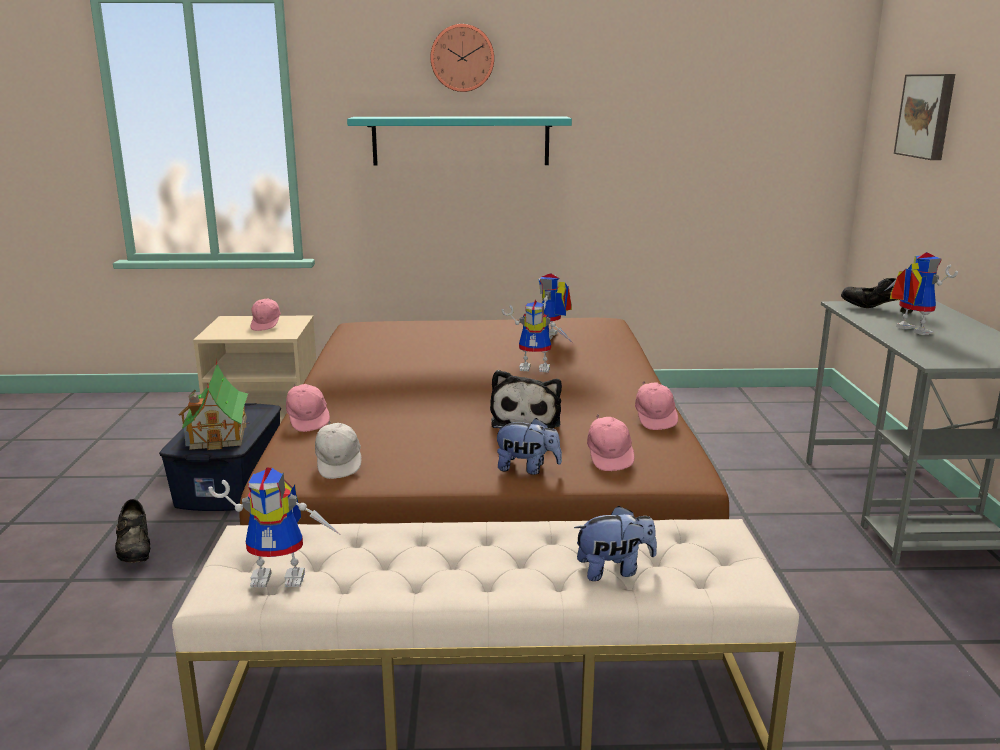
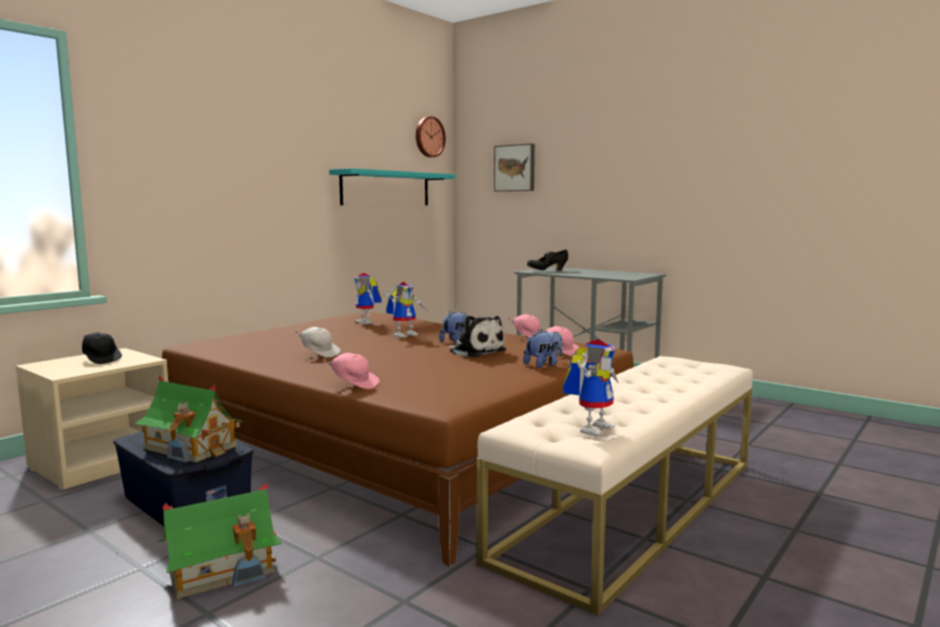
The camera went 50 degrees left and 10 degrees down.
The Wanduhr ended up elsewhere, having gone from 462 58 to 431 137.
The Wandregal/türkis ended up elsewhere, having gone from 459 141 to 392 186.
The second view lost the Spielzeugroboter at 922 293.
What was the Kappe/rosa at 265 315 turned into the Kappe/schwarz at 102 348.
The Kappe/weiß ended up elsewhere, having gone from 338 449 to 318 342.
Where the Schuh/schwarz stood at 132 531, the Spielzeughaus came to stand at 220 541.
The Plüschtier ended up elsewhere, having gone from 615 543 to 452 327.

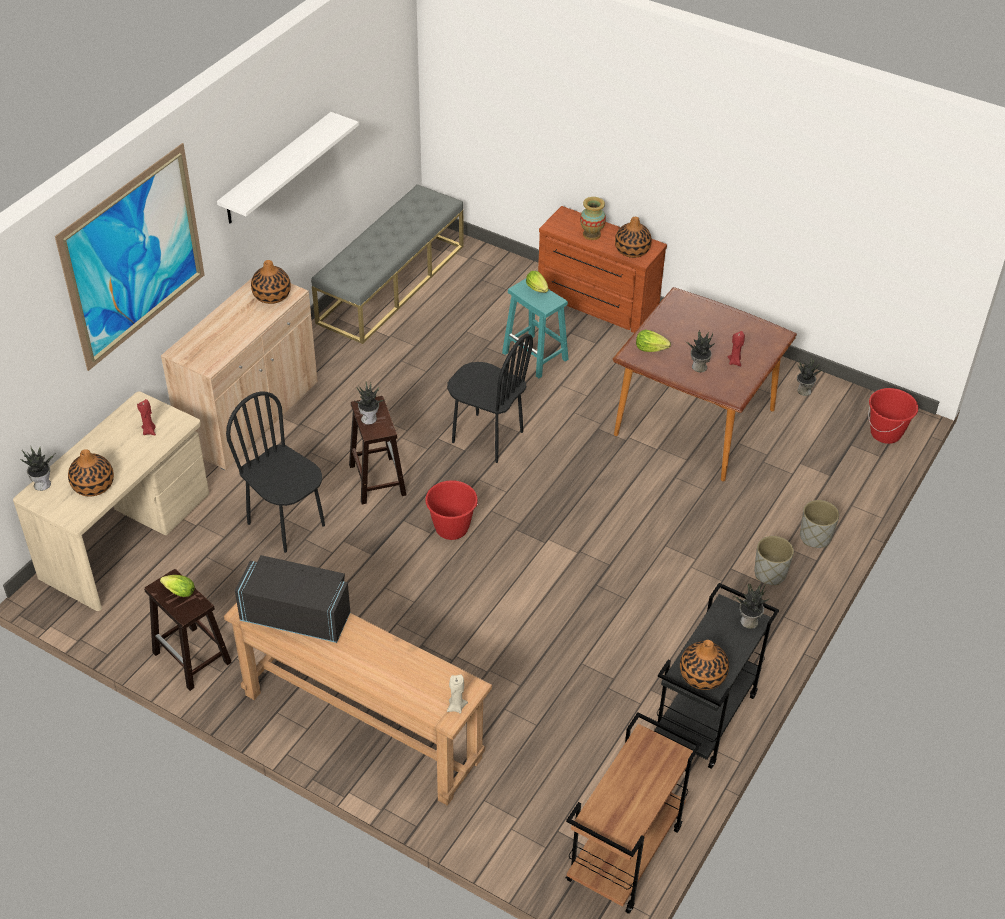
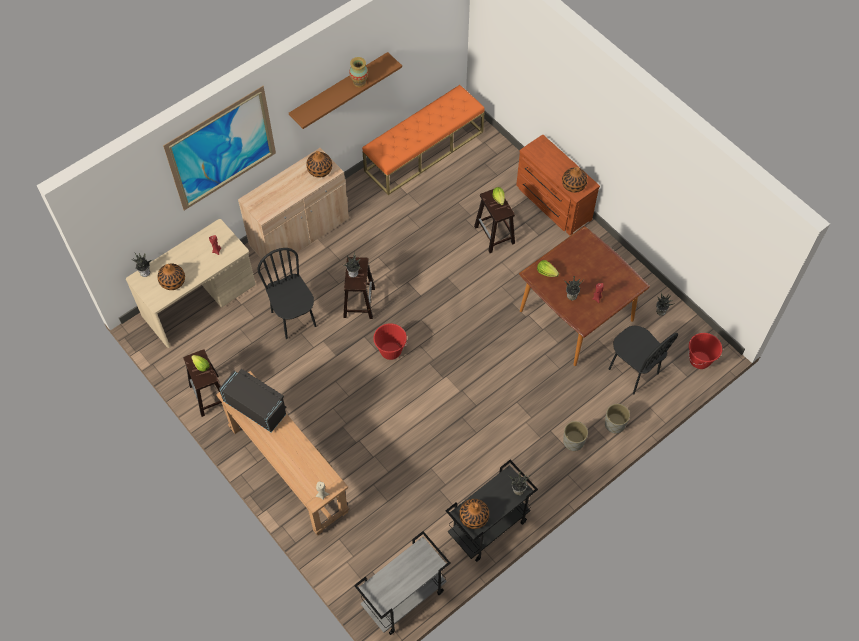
The camera went 20 degrees right and 15 degrees up.
What was the Wandregal/weiß at 288 167 turned into the Wandregal/braun at 345 90.
What was the Bank/grau at 387 264 turned into the Bank/orange at 423 140.
The Vase ended up elsewhere, having gone from 593 218 to 358 72.
What was the Hocker/türkis at 535 328 turned into the Hocker/braun at 494 221.
The Stuhl/schwarz ended up elsewhere, having gone from 490 398 to 643 359.
What was the Rollwagen/braun at 633 813 turned into the Rollwagen/grau at 402 583.

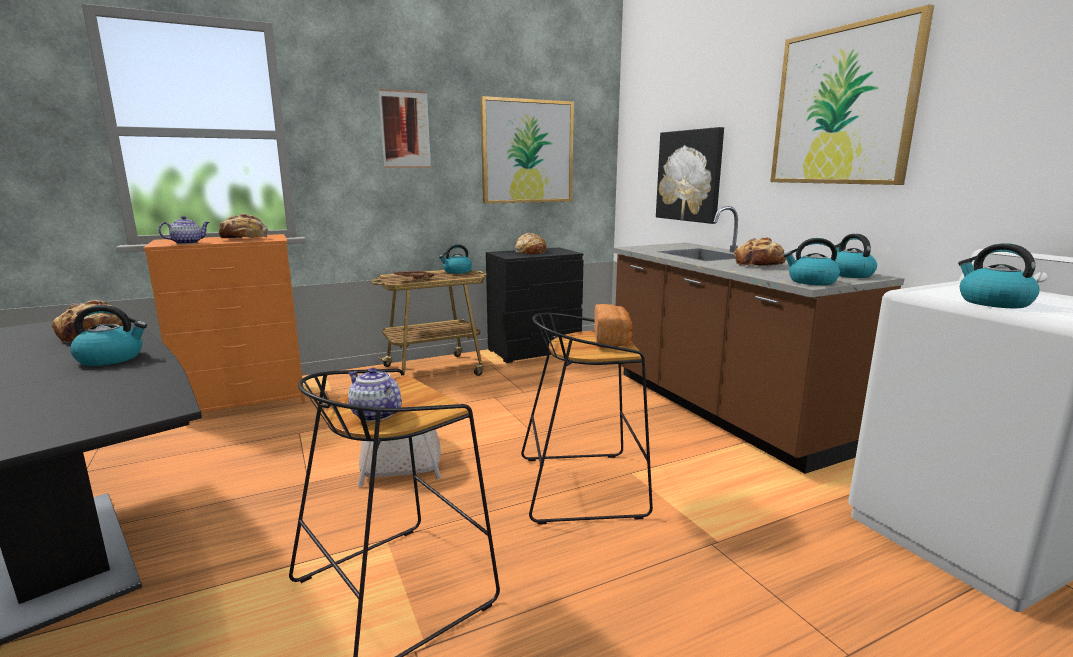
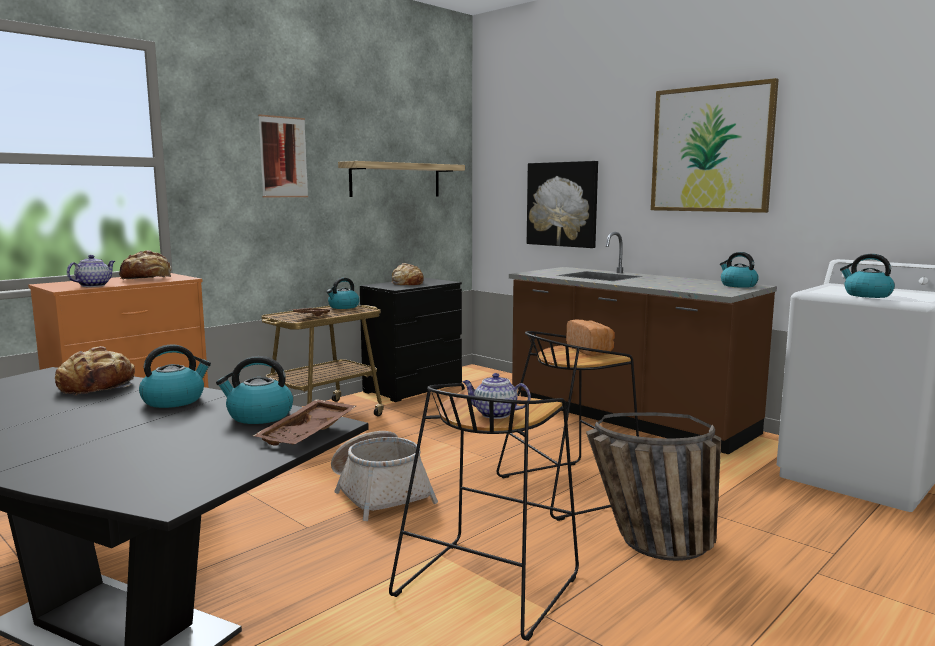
The camera went 20 degrees left and 5 degrees down.
Where the Bild hung at 527 150, the Wandregal came to hang at 401 179.
The second view lost the Brot at 760 251.
The Wasserkessel ended up elsewhere, having gone from 811 261 to 254 390.
The second view gained the Tablett/braun at 304 422.
The second view gained the Korb at 653 486.

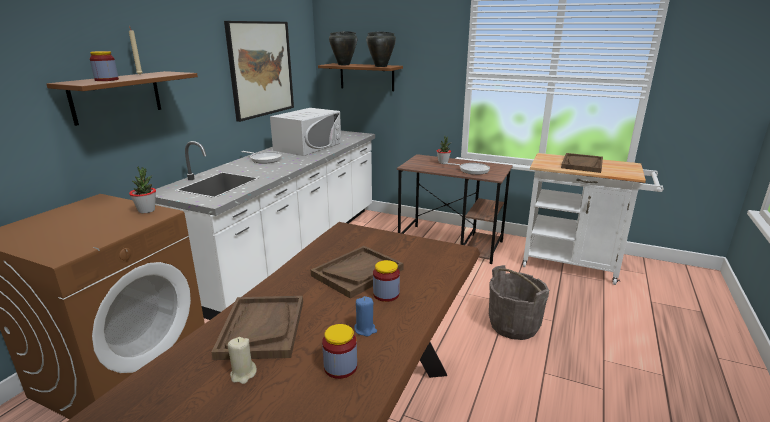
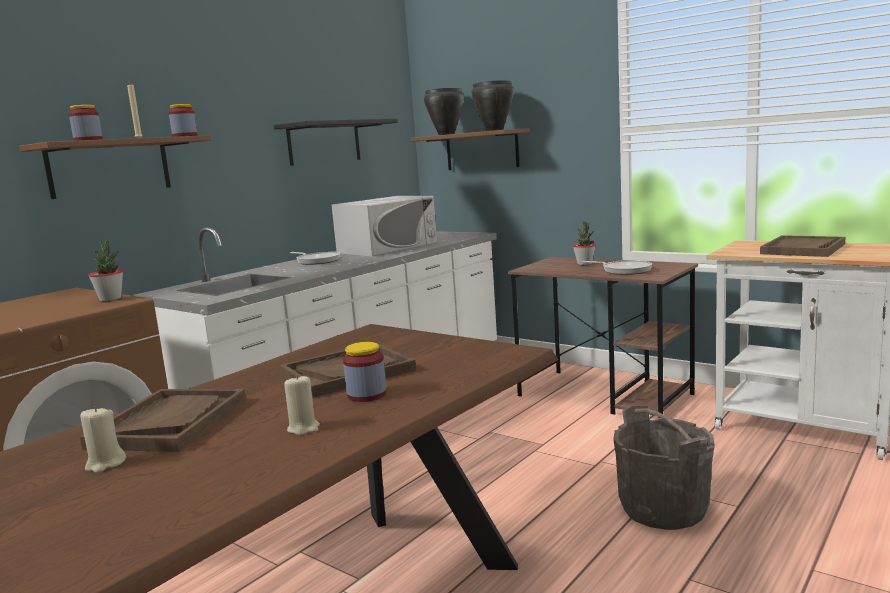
The camera went 15 degrees right and 10 degrees down.
Where the Bild hung at 259 71, the Wandregal/schwarz came to hang at 335 142.
What was the Kerze/blau at 365 316 turned into the Kerze/beige at 302 404.
The Vorratsglas ended up elsewhere, having gone from 339 351 to 183 120.

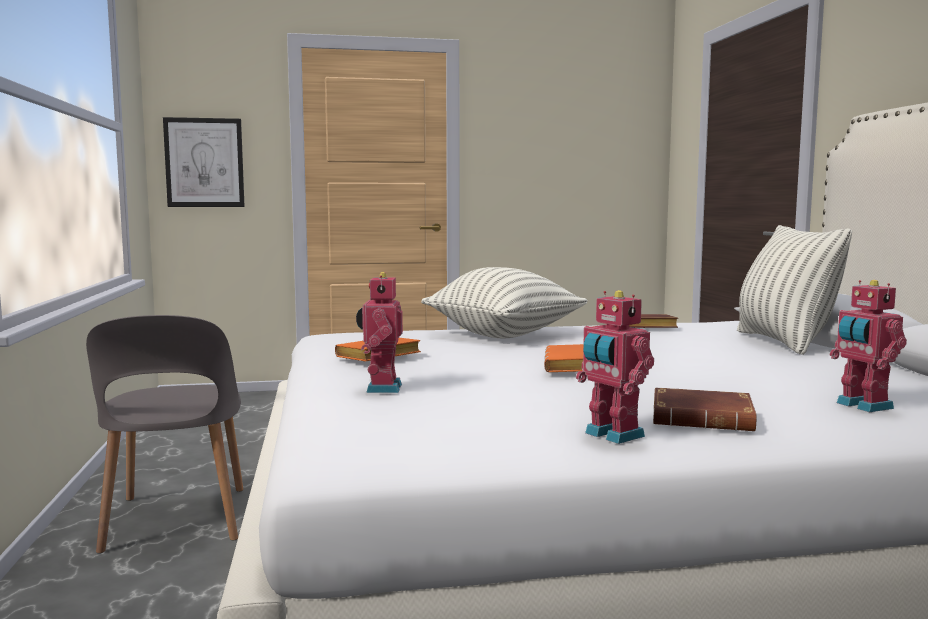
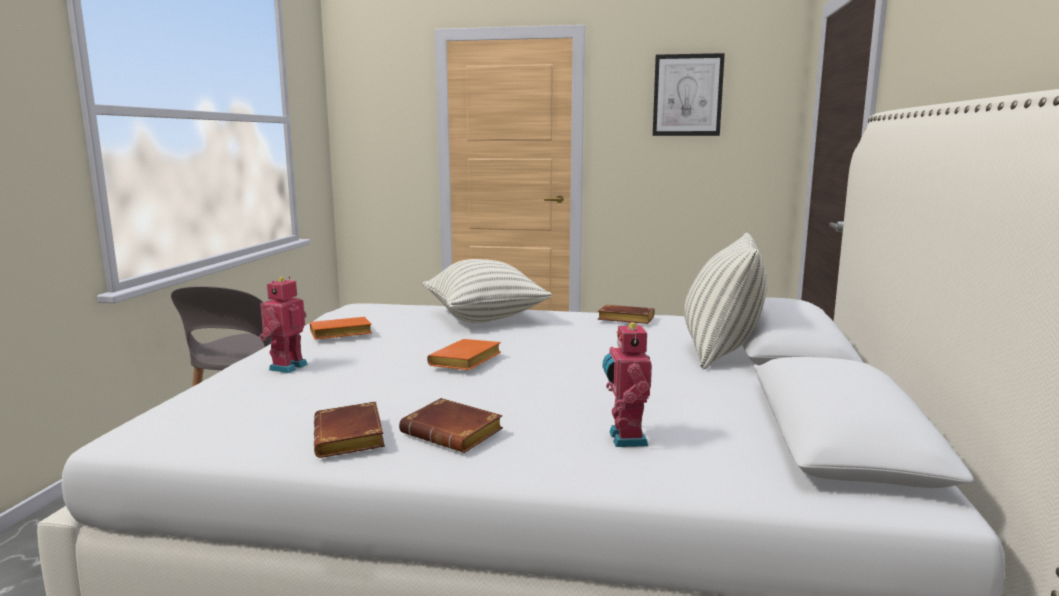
The camera went 20 degrees right and 5 degrees up.
The Bild ended up elsewhere, having gone from 204 162 to 689 94.
Where the Spielzeugroboter stood at 615 367, the Buch/braun came to stand at 349 429.

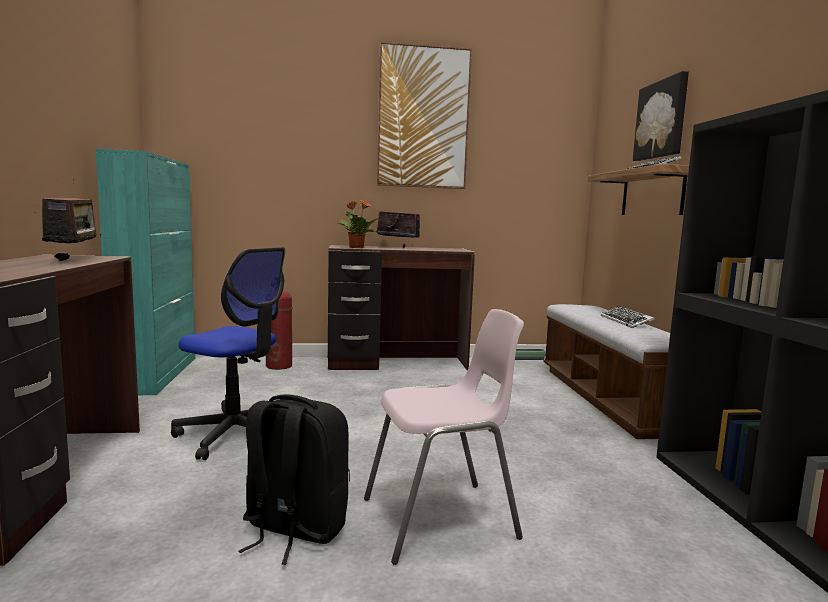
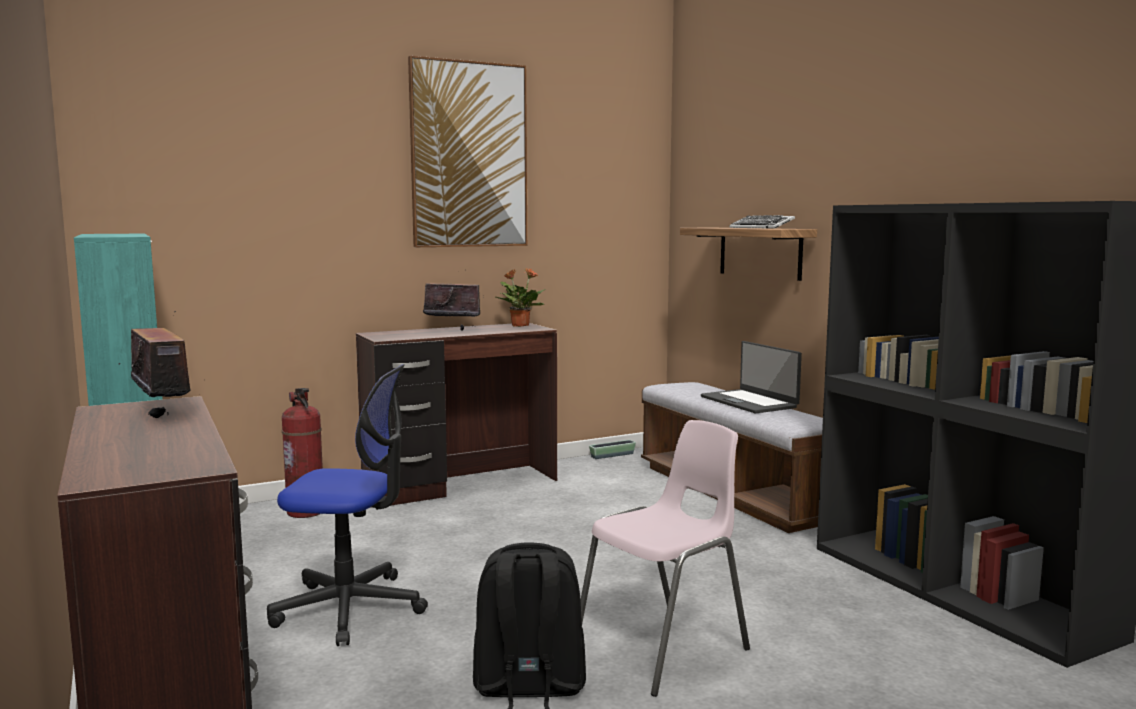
The camera went 20 degrees left and 0 degrees up.
The second view lost the Bild at 661 116.
The Topfpflanze ended up elsewhere, having gone from 357 224 to 520 297.
Where the Tastatur stood at 628 317, the Laptop came to stand at 751 377.

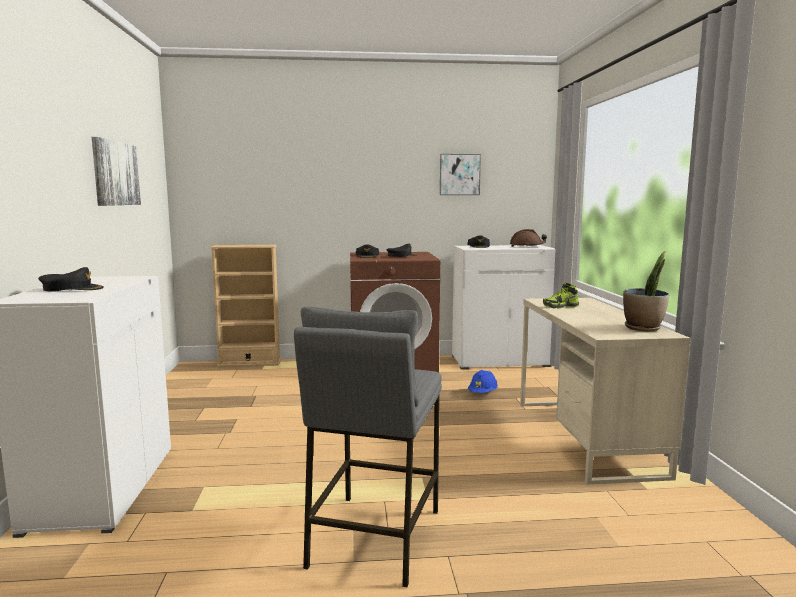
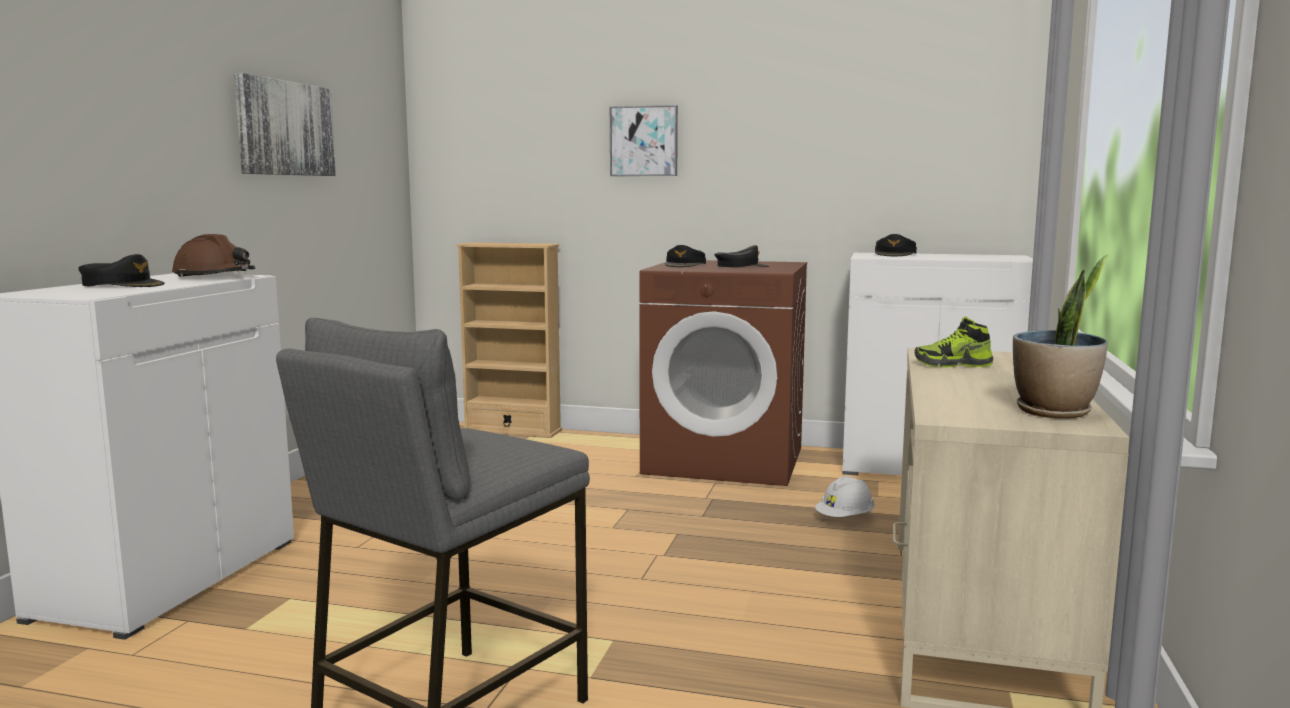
The camera went 20 degrees right and 0 degrees up.
The Bild ended up elsewhere, having gone from 460 174 to 644 140.
The Schutzhelm/braun ended up elsewhere, having gone from 528 238 to 213 255.
What was the Schutzhelm/blau at 483 381 turned into the Schutzhelm/weiß at 845 496.

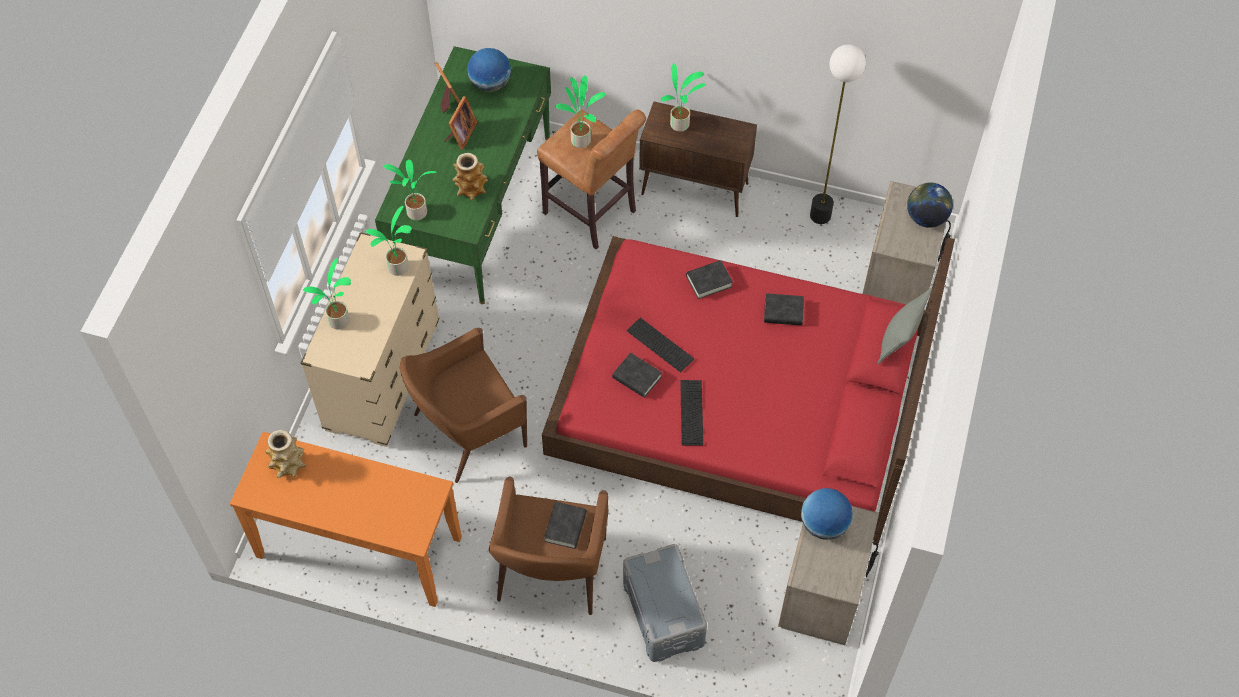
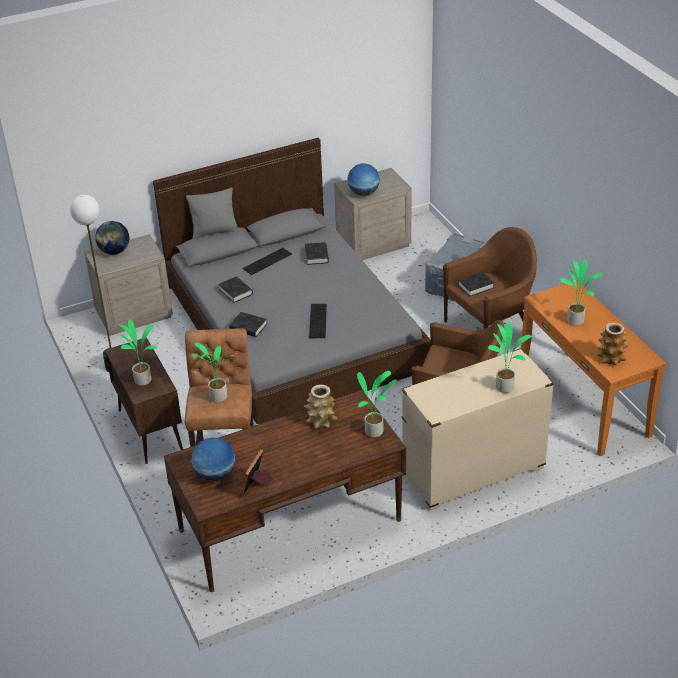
The camera went 130 degrees left and 20 degrees down.
What was the Schreibtisch/grün at 463 175 turned into the Schreibtisch/braun at 285 491.
The second view lost the Bilderrahmen at 460 123.
The Topfpflanze ended up elsewhere, having gone from 389 241 to 581 293.
What was the Bett/rot at 748 390 turned into the Bett/grau at 292 281.
The Buch/schwarz ended up elsewhere, having gone from 637 375 to 317 253.
The Tastatur ended up elsewhere, having gone from 691 413 to 267 261.

